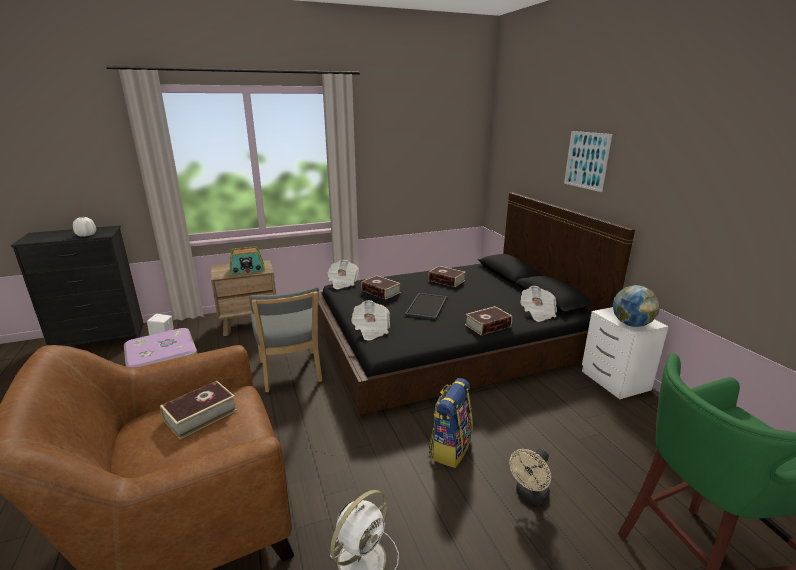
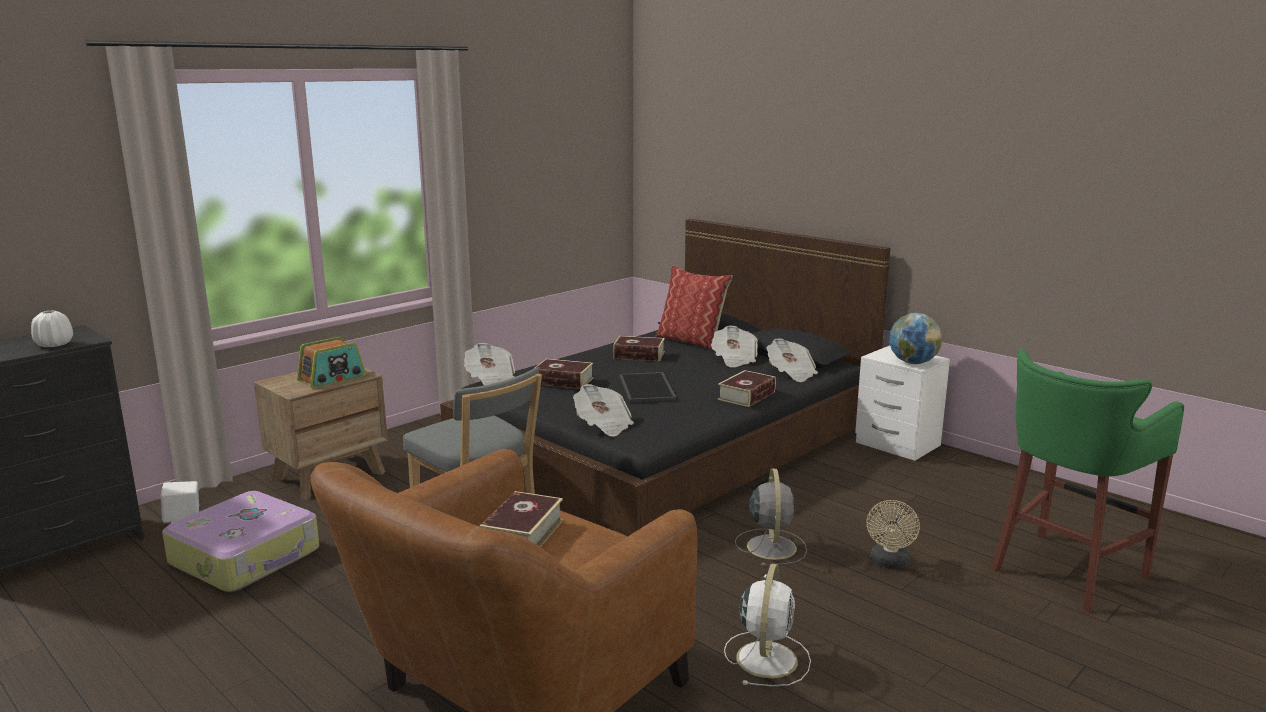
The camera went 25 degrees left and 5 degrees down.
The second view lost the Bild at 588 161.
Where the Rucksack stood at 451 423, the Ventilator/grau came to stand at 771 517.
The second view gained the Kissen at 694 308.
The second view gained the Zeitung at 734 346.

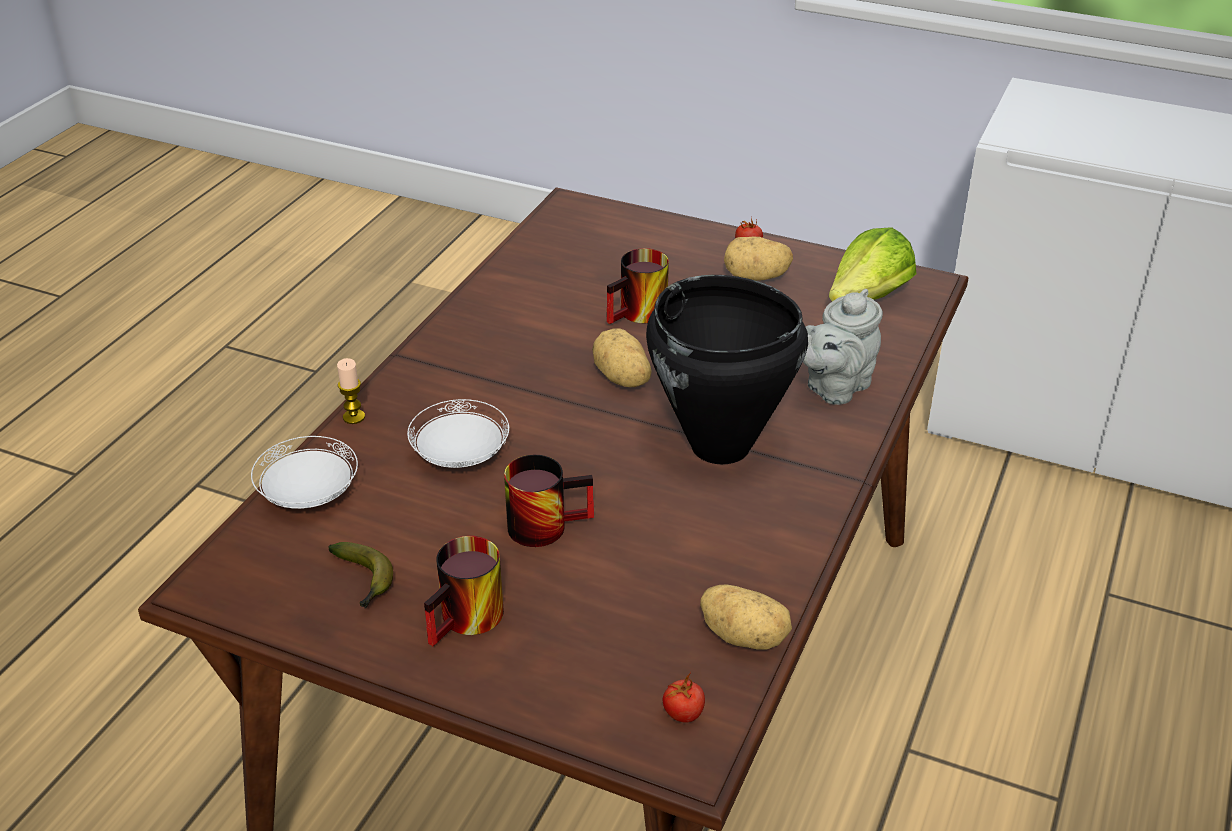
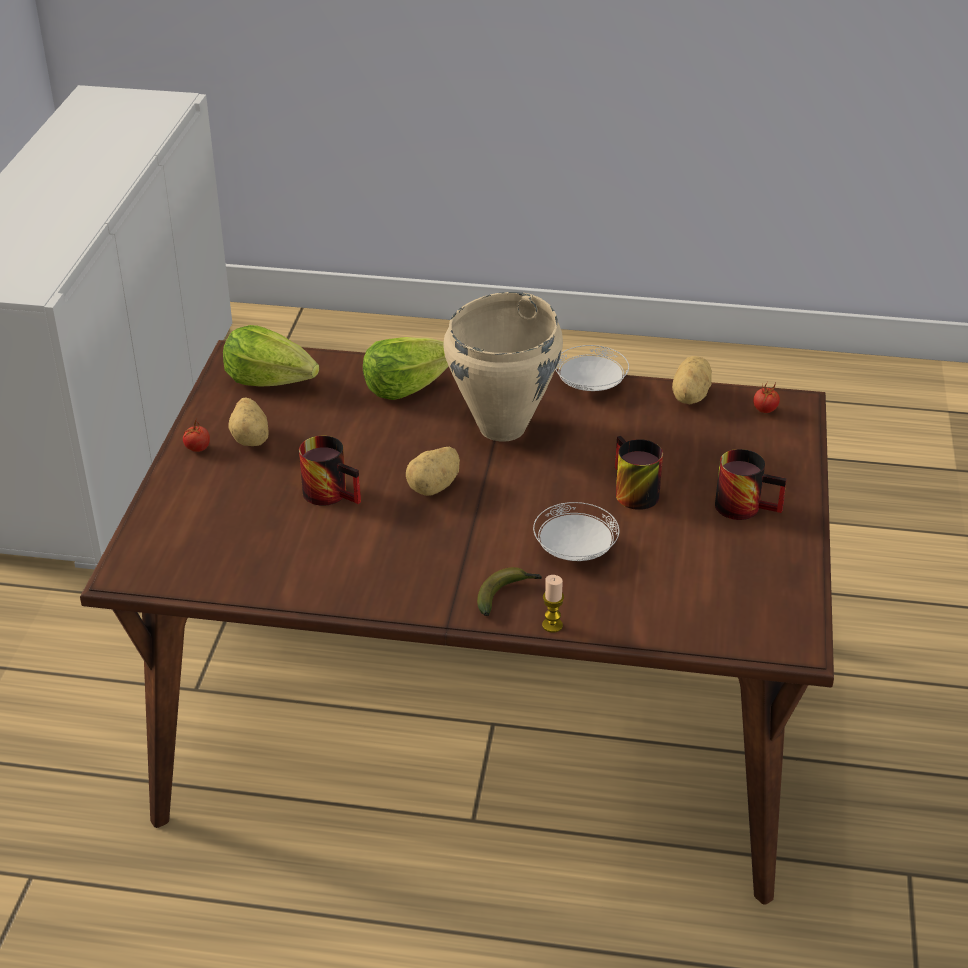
The camera went 105 degrees left and 0 degrees up.
What was the Kochtopf/schwarz at 727 369 turned into the Kochtopf/beige at 503 367.
Where the Teekanne/grau stood at 843 347, the Salatkopf came to stand at 406 368.
The Teller/weiß ended up elsewhere, having gone from 304 472 to 592 368.
The Banane ended up elsewhere, having gone from 360 575 to 509 591.

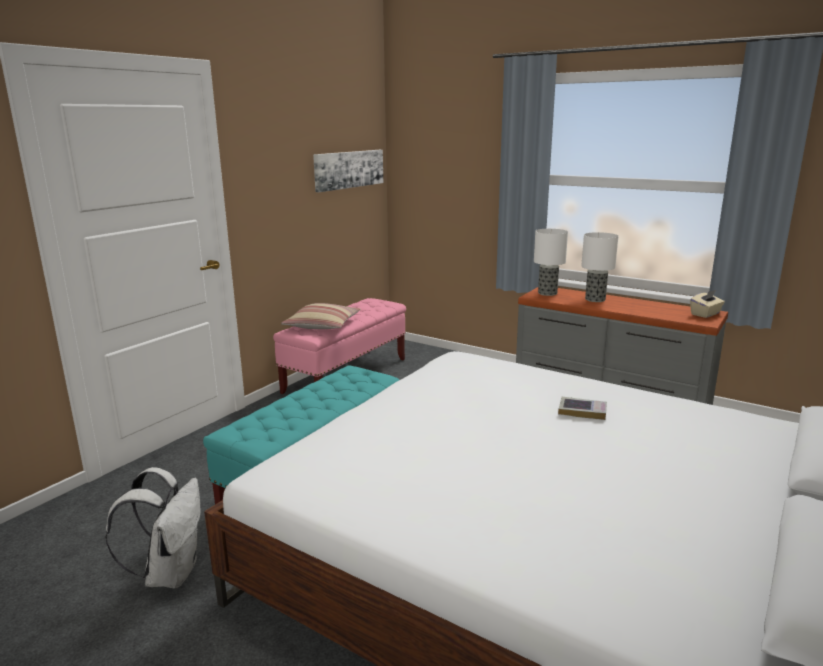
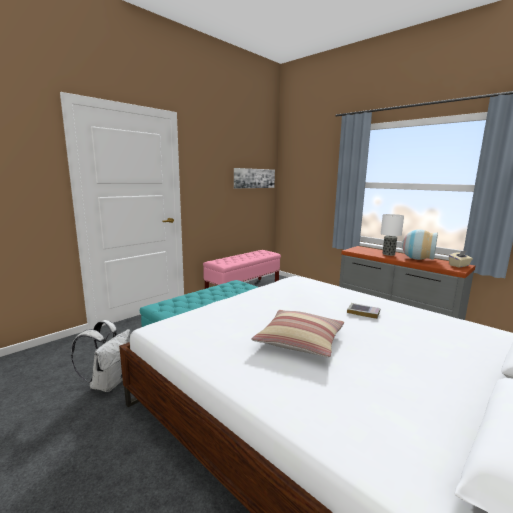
The camera went 10 degrees right and 5 degrees down.
The second view lost the Tischlampe at 551 262.
The Kissen ended up elsewhere, having gone from 320 316 to 297 333.
The second view gained the Vase at 420 244.

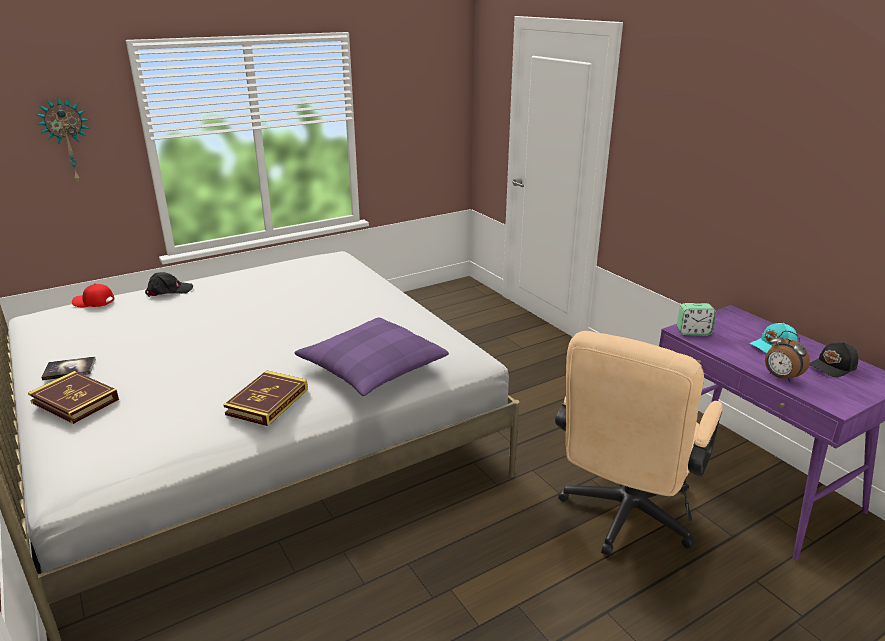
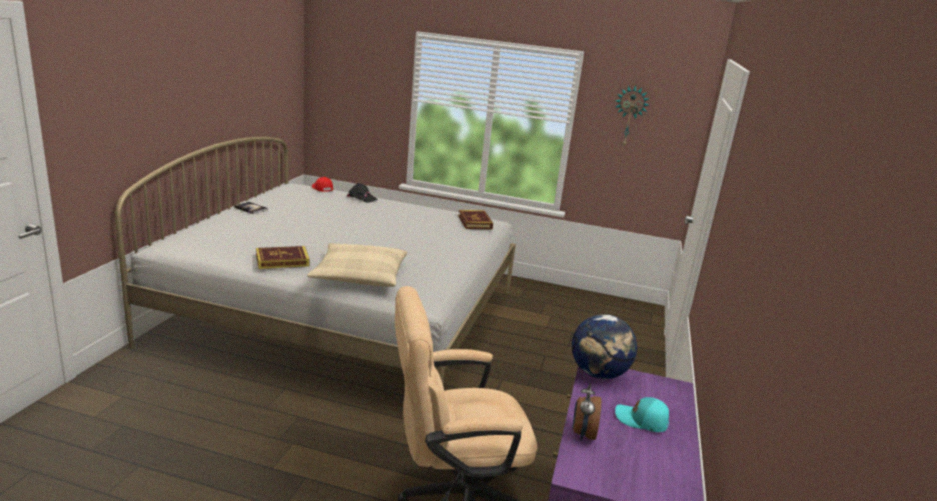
The camera went 45 degrees right and 5 degrees down.
The Wanduhr ended up elsewhere, having gone from 63 139 to 632 115.
Where the Wecker stood at 696 319, the Globus came to stand at 604 346.
What was the Kissen/lila at 371 357 turned into the Kissen/beige at 357 265.
The second view lost the Kappe/schwarz at 833 359.
The Buch ended up elsewhere, having gone from 73 397 to 475 220.

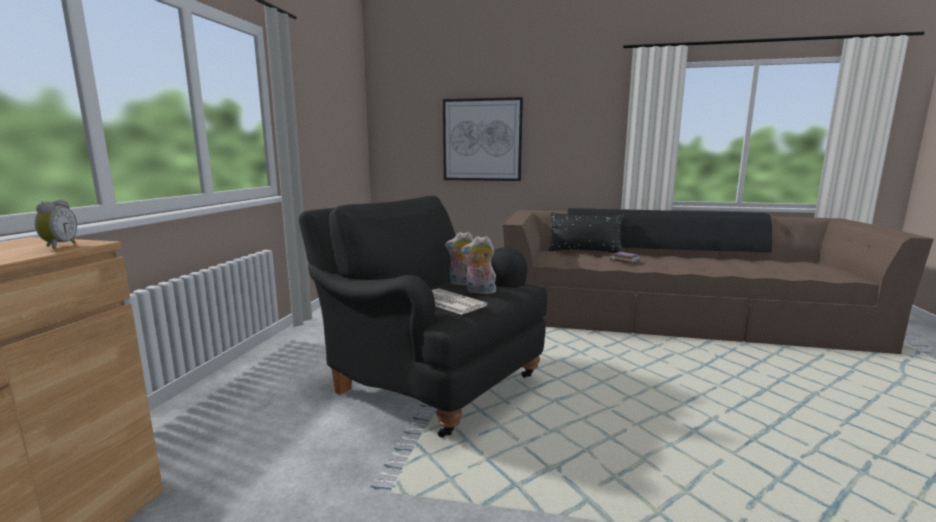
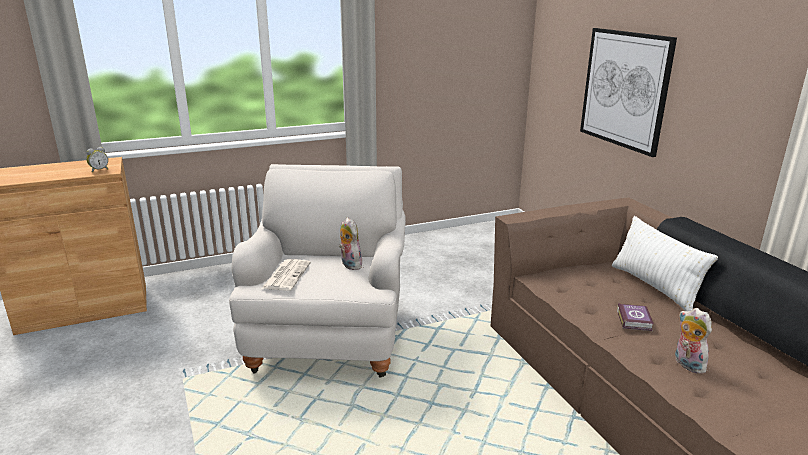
The camera went 55 degrees right and 10 degrees up.
What was the Sessel/schwarz at 423 317 turned into the Sessel/weiß at 317 271.
What was the Kissen/schwarz at 586 232 turned into the Kissen/weiß at 665 263.
The Plüschtier ended up elsewhere, having gone from 479 265 to 693 341.

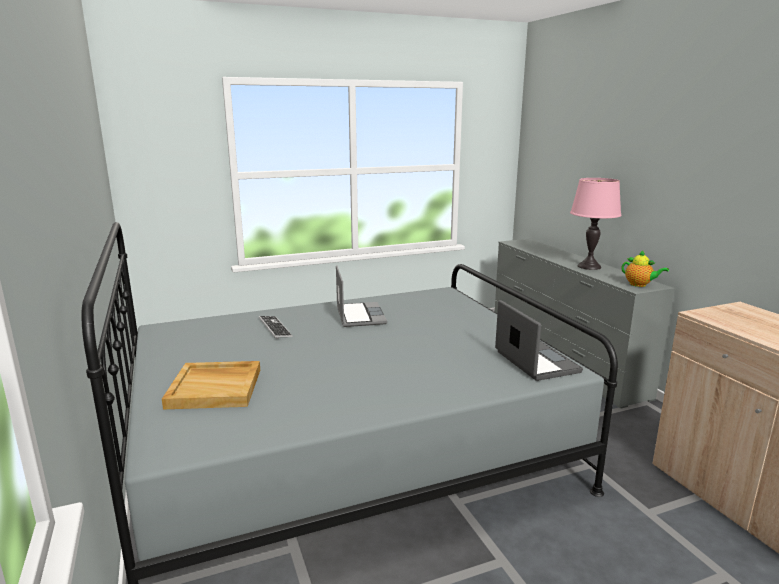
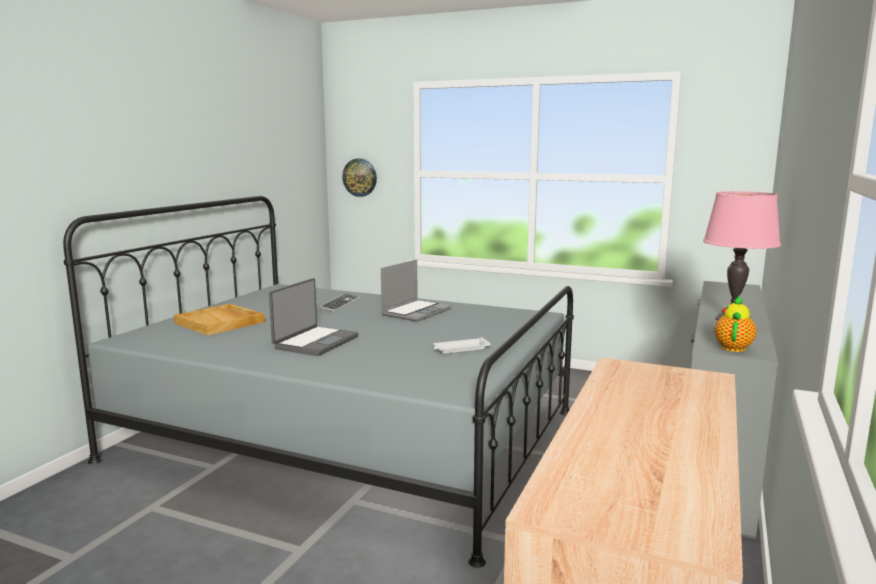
The camera went 45 degrees right and 5 degrees down.
The Teekanne at 645 268 ended up facing another way, 150 degrees counterclockwise from before.
The Laptop ended up elsewhere, having gone from 539 340 to 314 317.
The second view gained the Wanduhr at 359 177.
The second view gained the Tablett/weiß at 462 345.

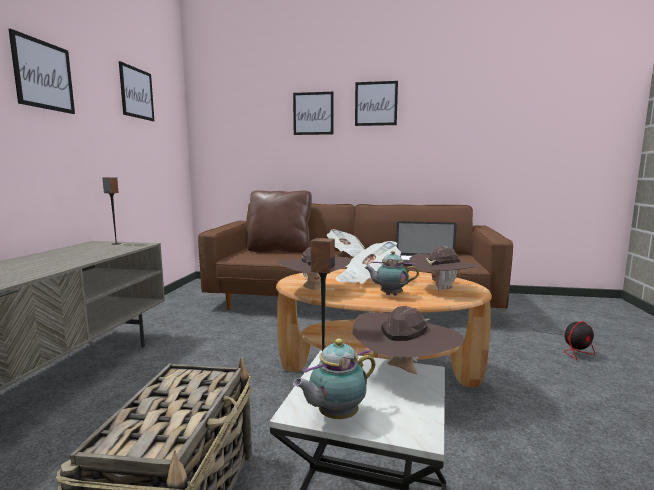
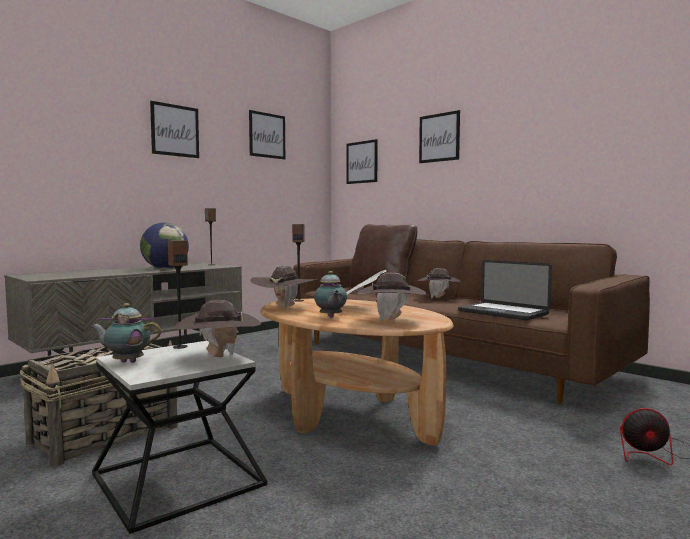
The camera went 35 degrees right and 5 degrees down.
The Bild ended up elsewhere, having gone from 376 103 to 362 161.
Where the Zeitung stood at 346 243, the Hut/braun came to stand at 439 283.
The Teekanne at 392 273 ended up facing another way, 150 degrees counterclockwise from before.
The second view gained the Globus at 164 246.
The second view gained the Lautsprecher at 298 263.

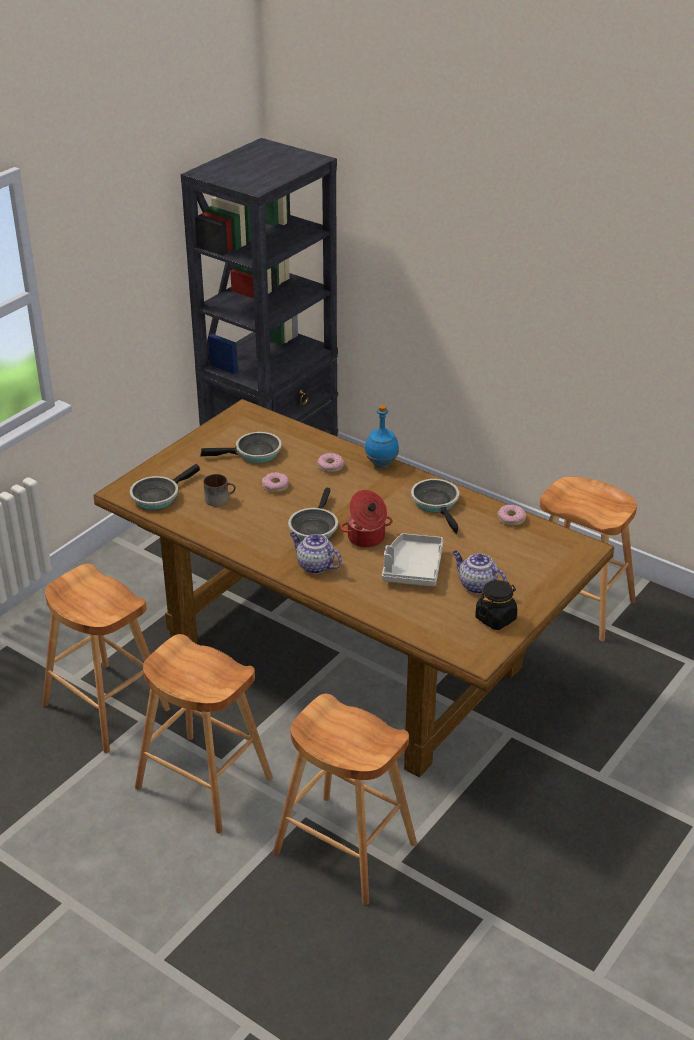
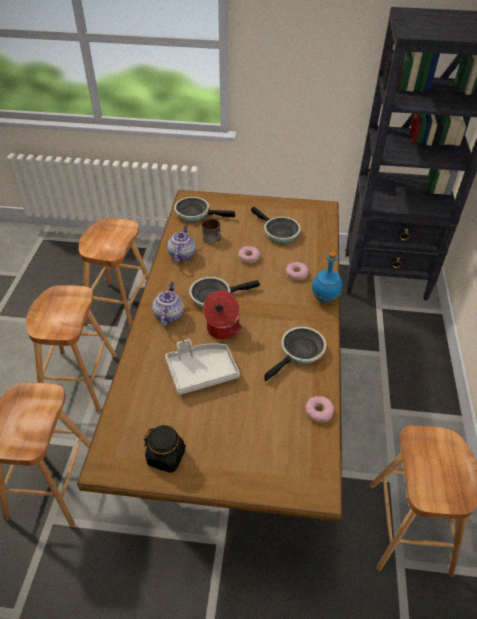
The camera went 60 degrees right and 10 degrees up.
The Teekanne ended up elsewhere, having gone from 479 572 to 181 244.

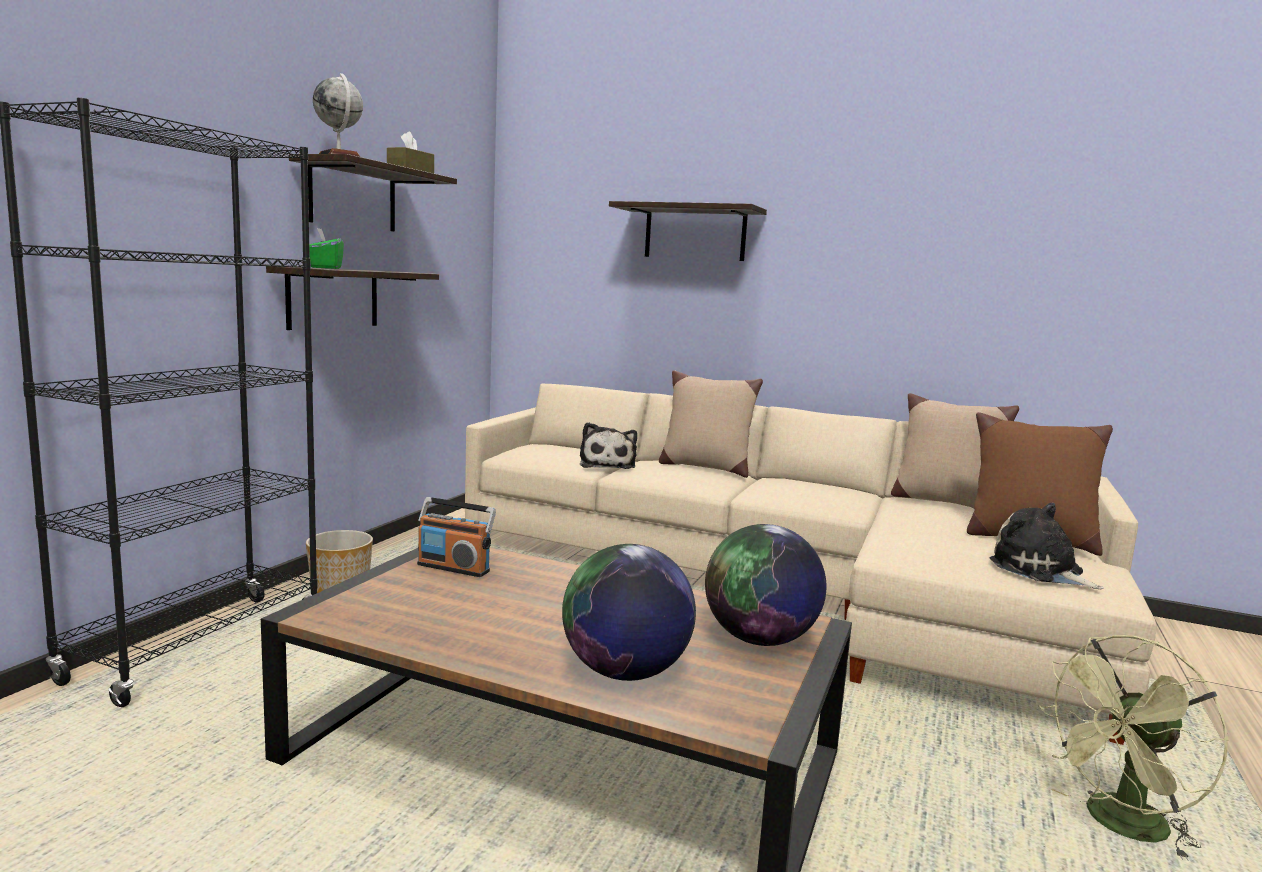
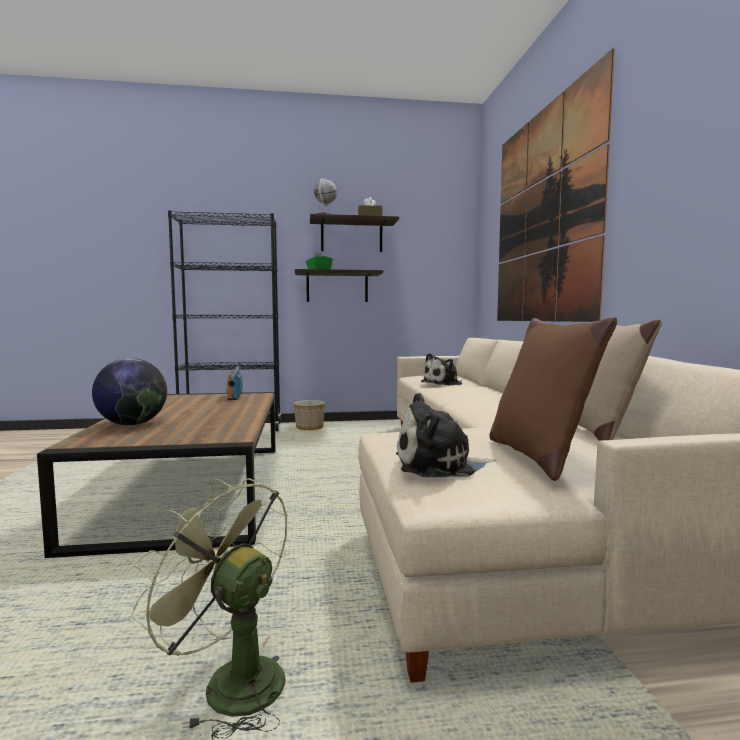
The camera went 60 degrees right and 5 degrees down.
Where the Wandregal hung at 688 231, the Bild came to hang at 556 185.
The second view lost the Kissen/beige at 711 424.
The Plüschtier at 1047 546 ended up facing another way, 120 degrees counterclockwise from before.
The second view lost the Globus at 766 585.

